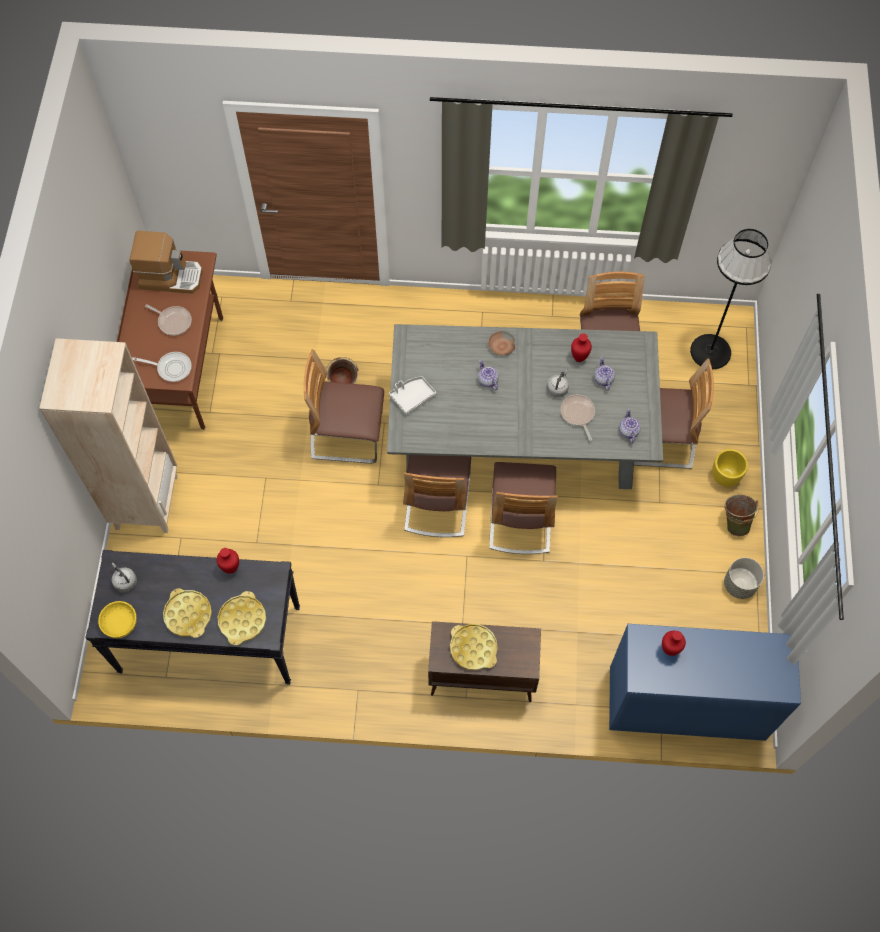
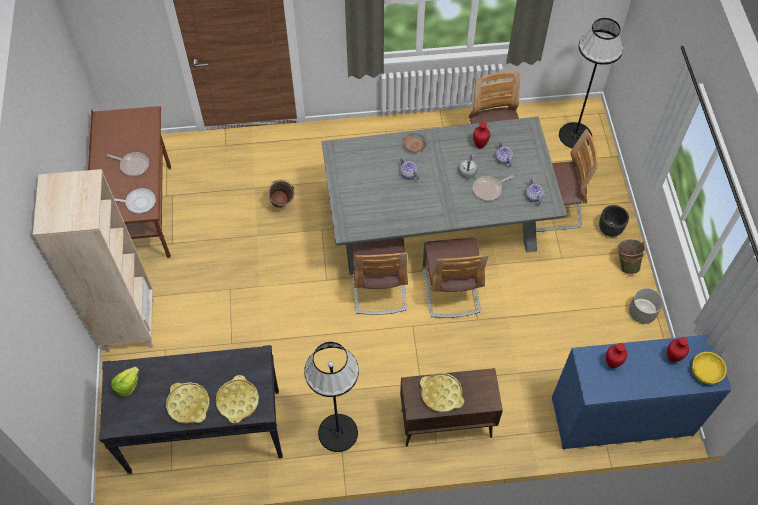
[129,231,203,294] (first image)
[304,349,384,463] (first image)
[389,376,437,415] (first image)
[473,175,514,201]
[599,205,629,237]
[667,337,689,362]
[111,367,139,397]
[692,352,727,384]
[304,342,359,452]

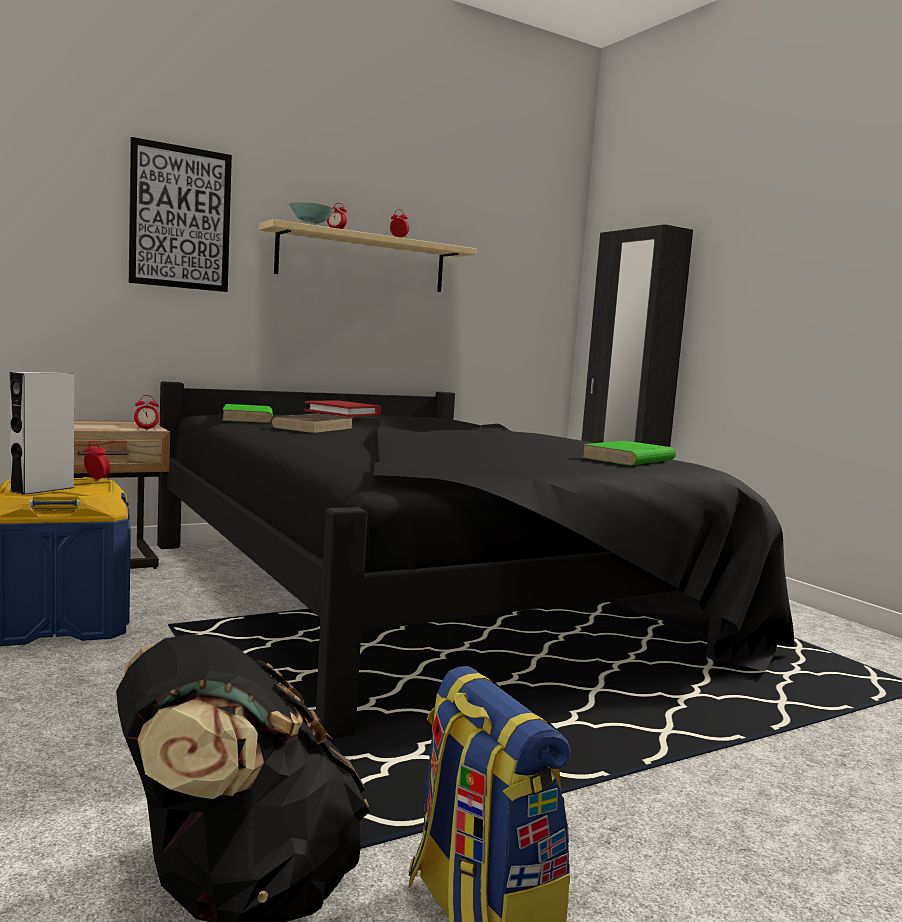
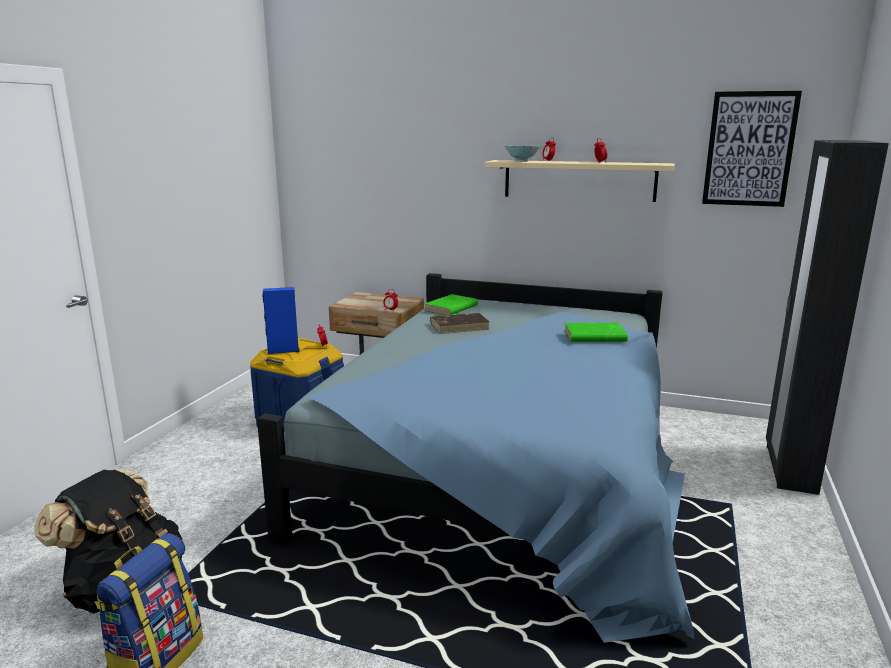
[702,91,802,207]
[263,287,299,354]
[257,273,695,643]
[304,400,381,417] (first image)
[564,323,628,342]

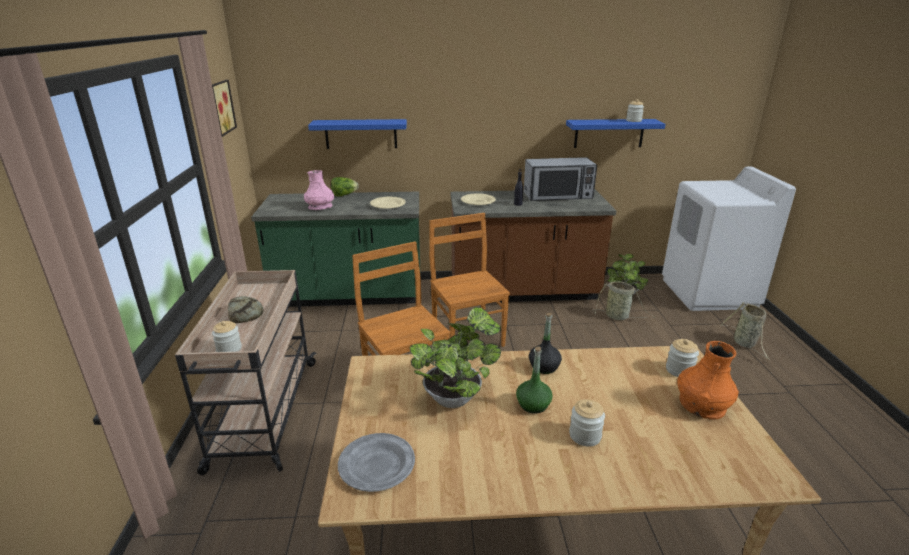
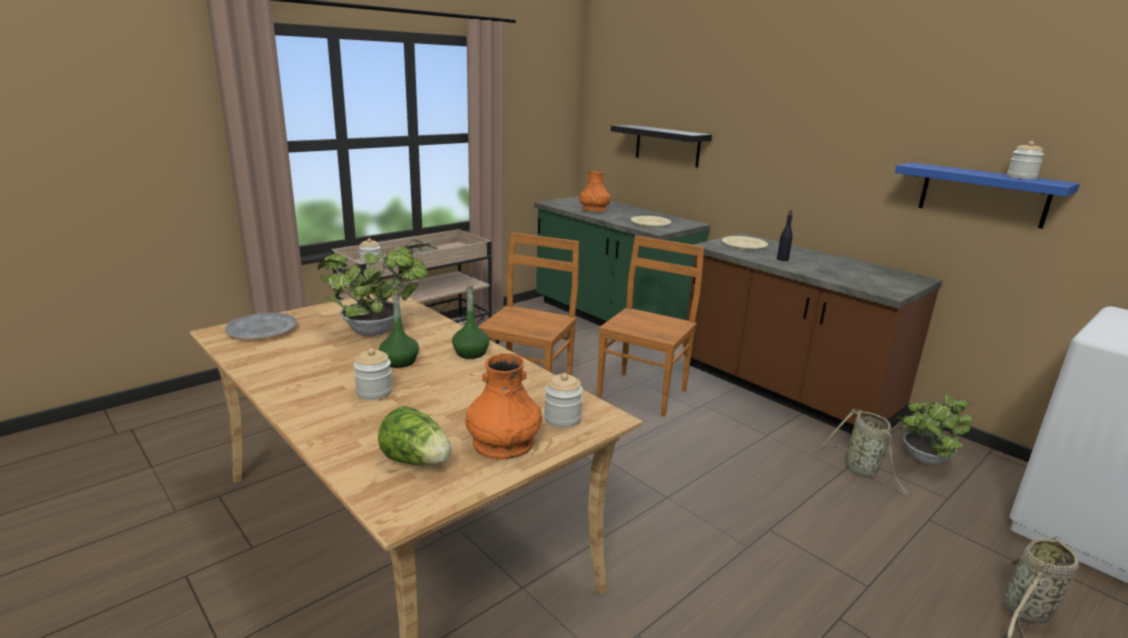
[212,80,237,137] (first image)
[611,125,712,168]
[524,157,597,201] (first image)
[579,171,611,212]
[378,406,452,466]
[452,286,490,359]

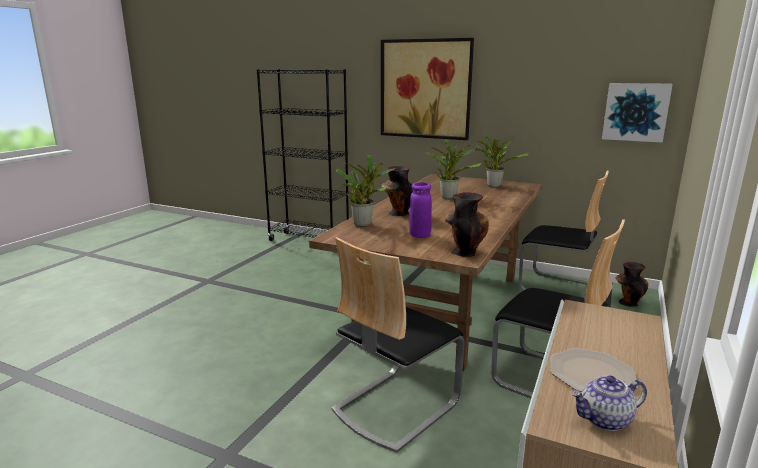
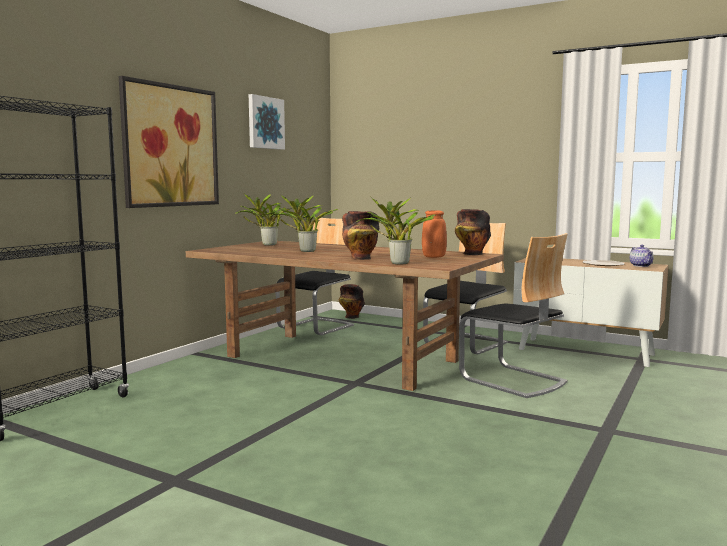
[249,94,285,150]
[422,211,447,258]

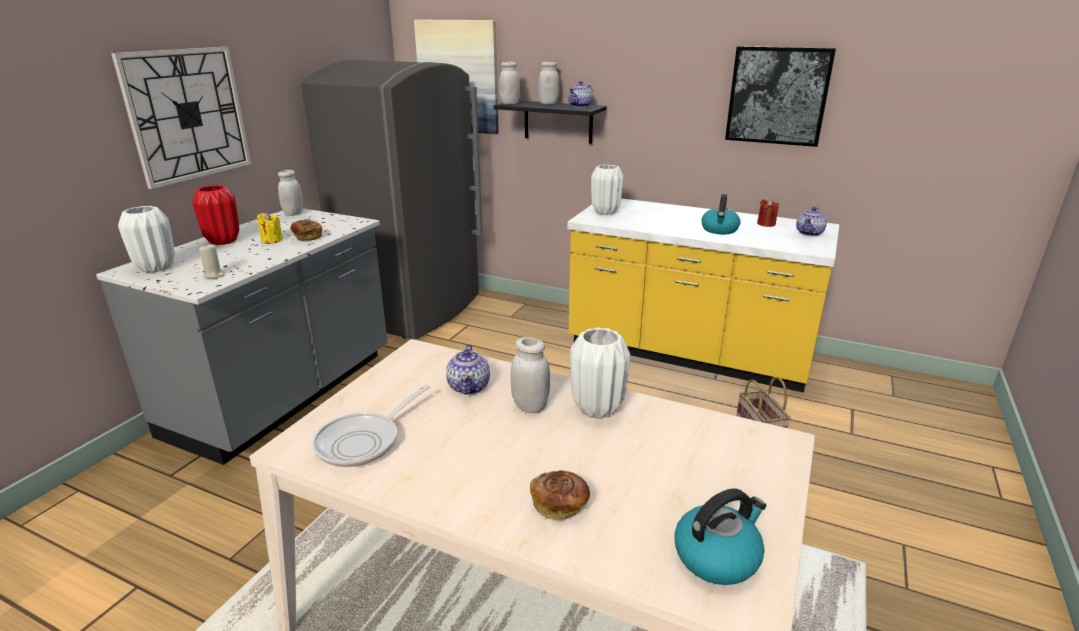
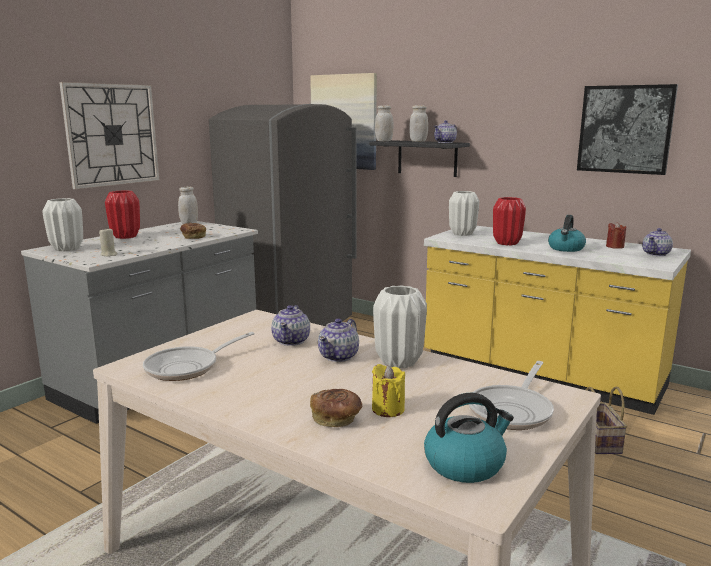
[372,364,405,417]
[318,318,359,362]
[493,197,526,245]
[469,361,554,430]

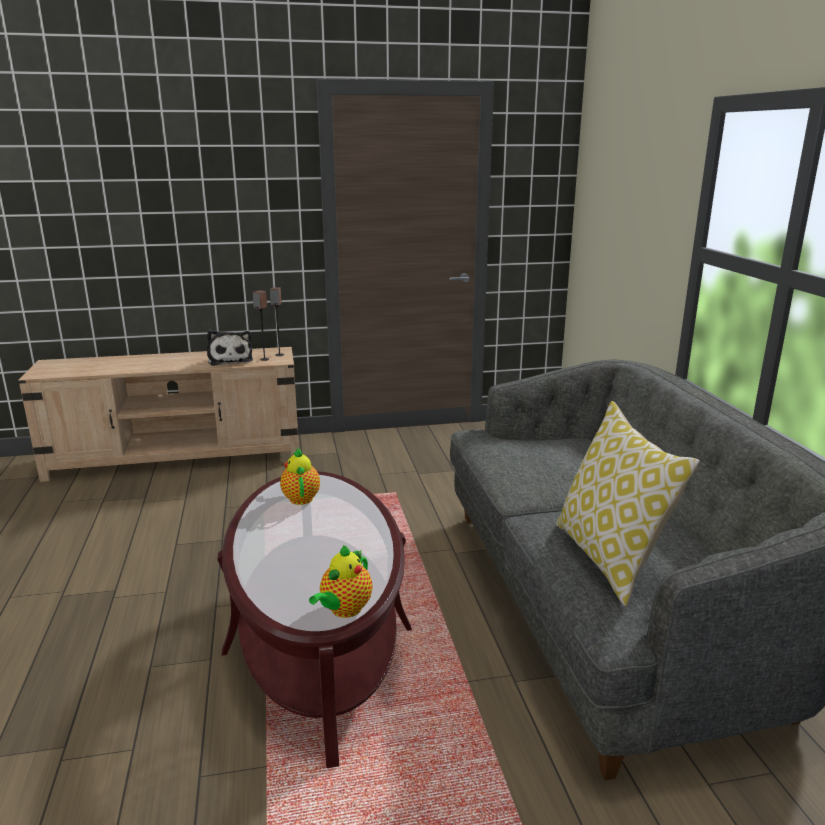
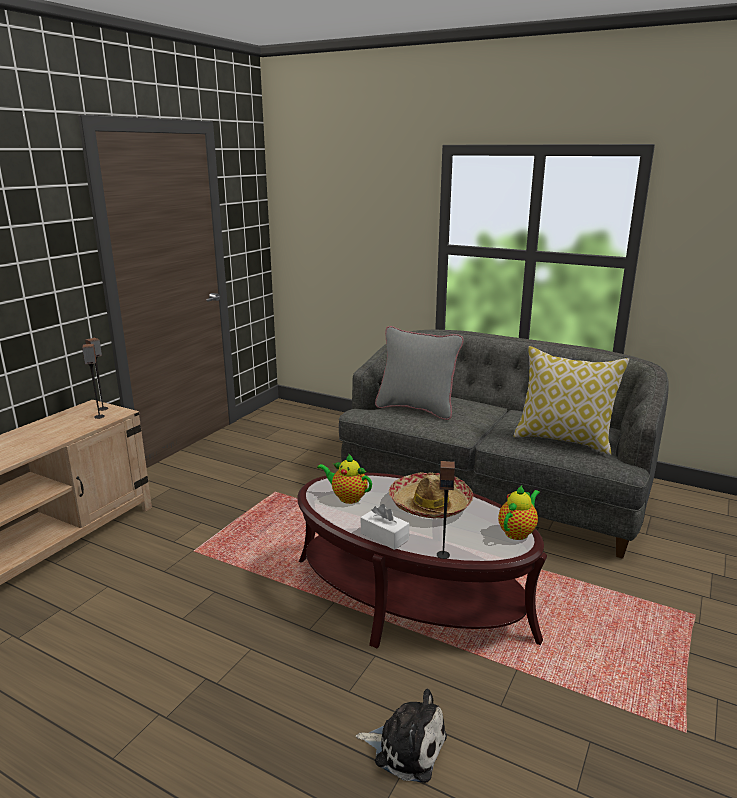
[356,689,447,783]
[498,485,540,540]
[375,326,464,420]
[437,461,455,559]
[389,472,473,518]
[361,504,409,550]

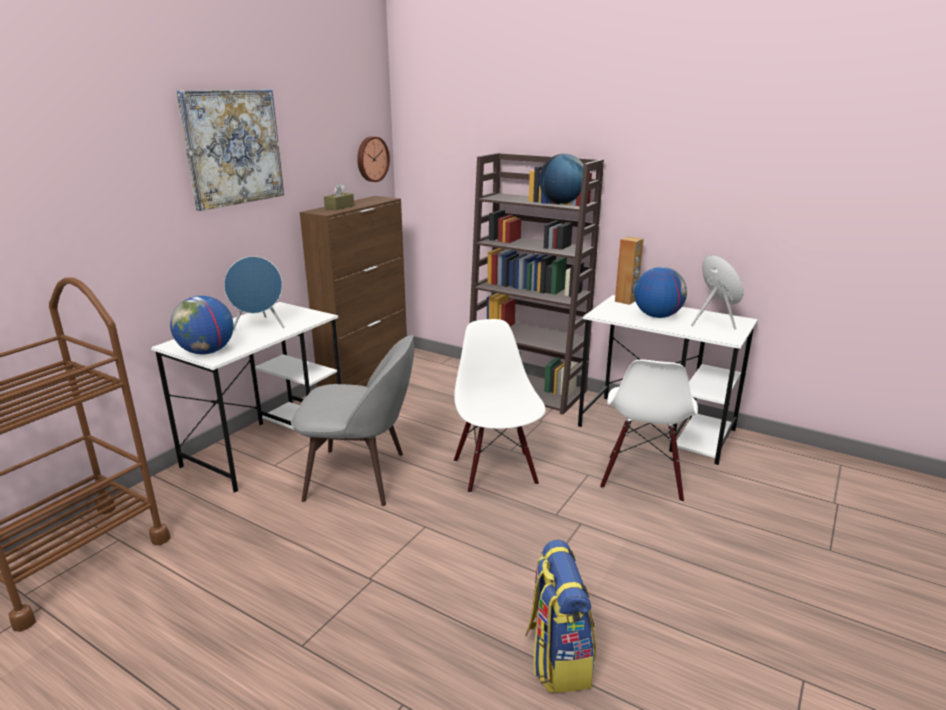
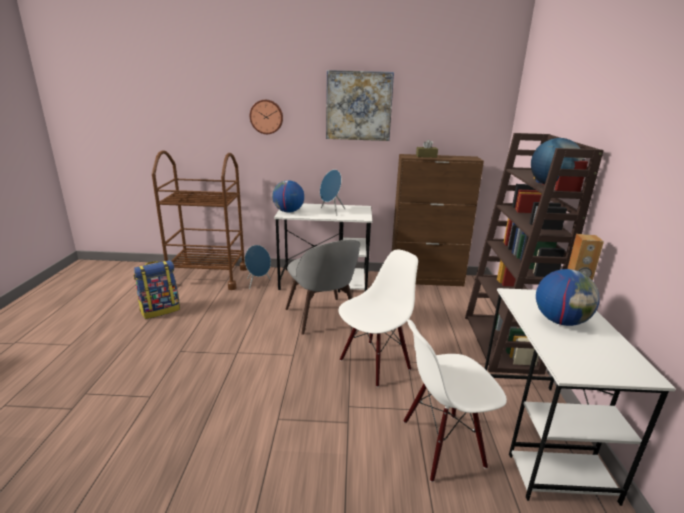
[250,100,283,134]
[245,245,271,289]
[134,260,180,319]

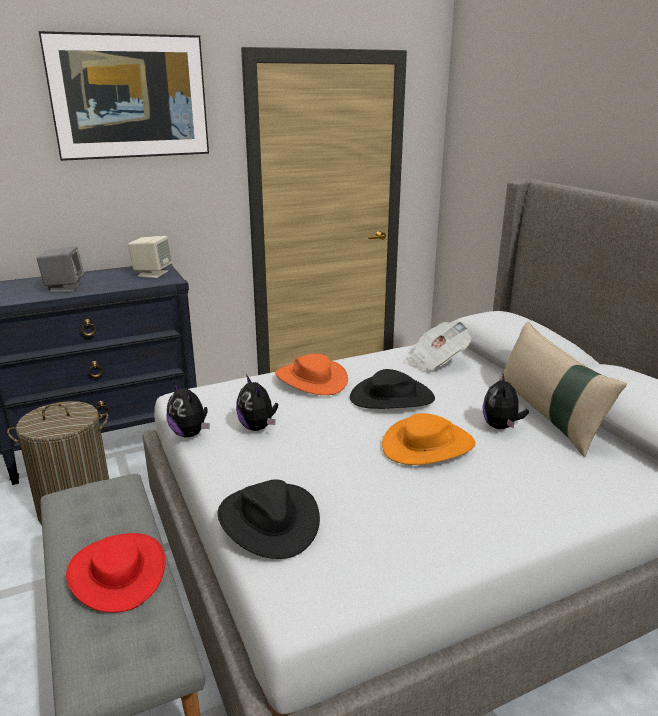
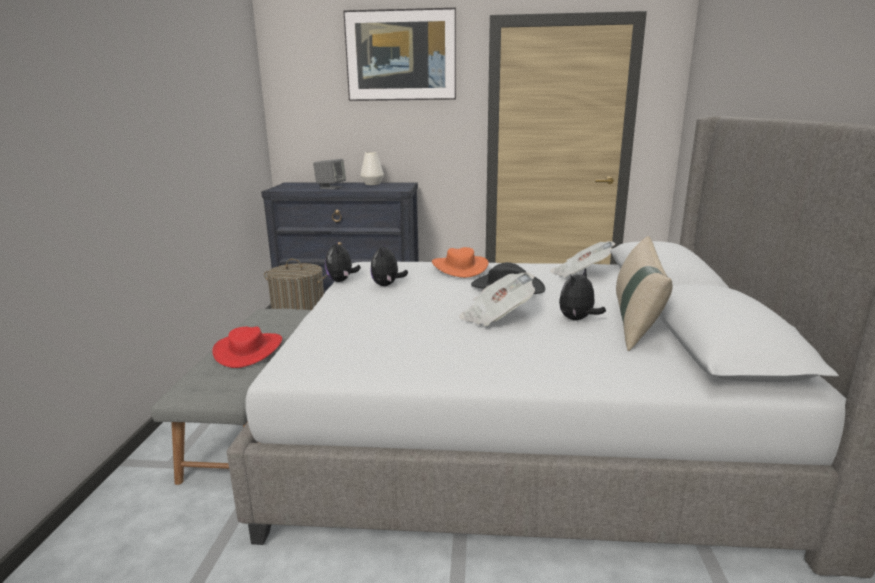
[128,236,172,278] (first image)
[460,272,535,326]
[217,479,320,559] (first image)
[360,152,384,185]

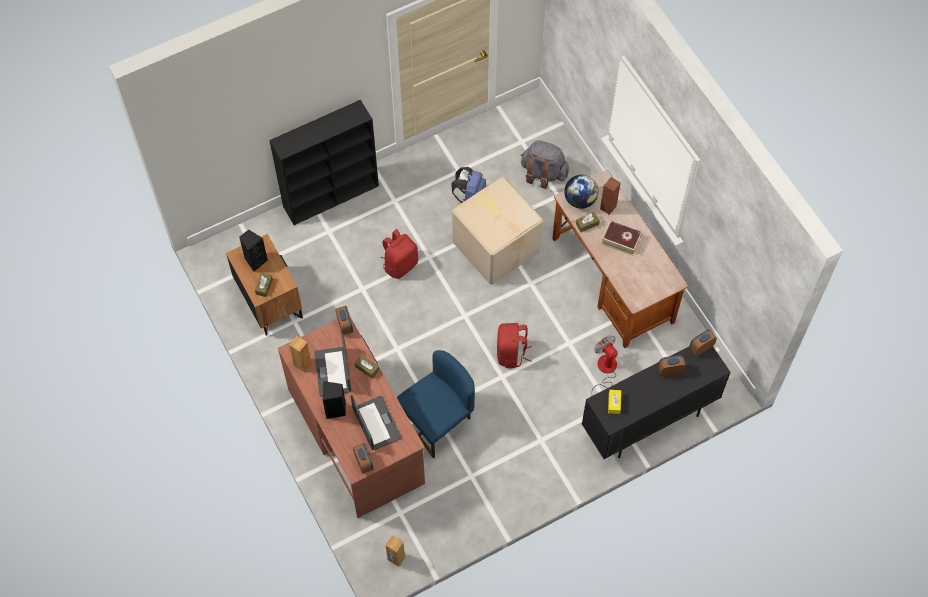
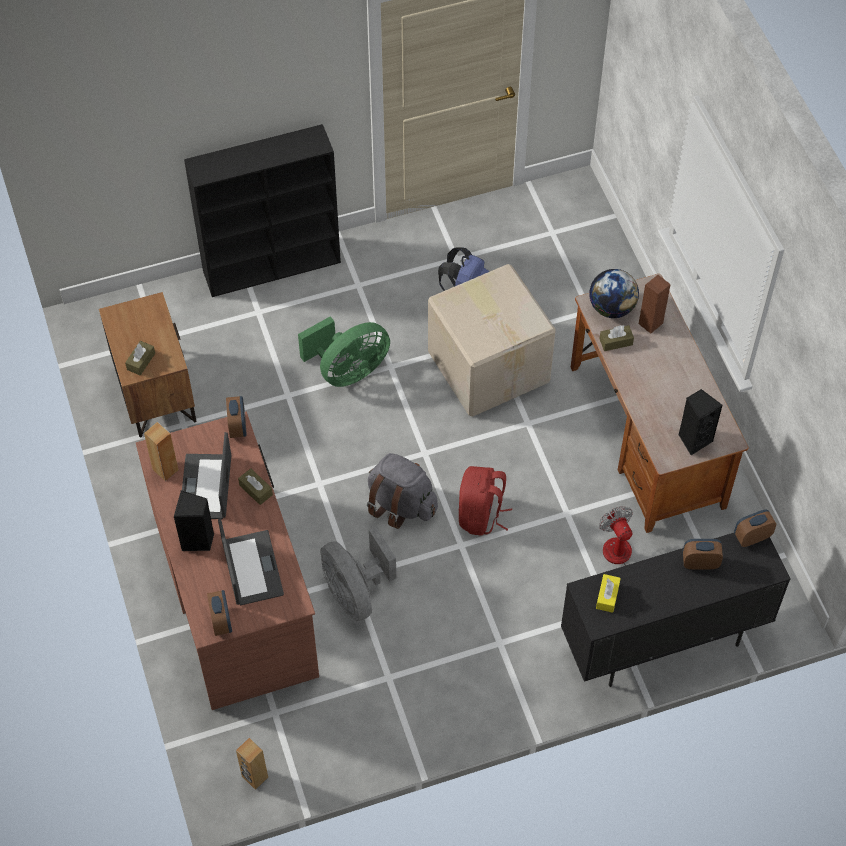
[367,453,438,529]
[601,220,642,256] (first image)
[298,316,390,387]
[678,389,722,455]
[320,526,396,621]

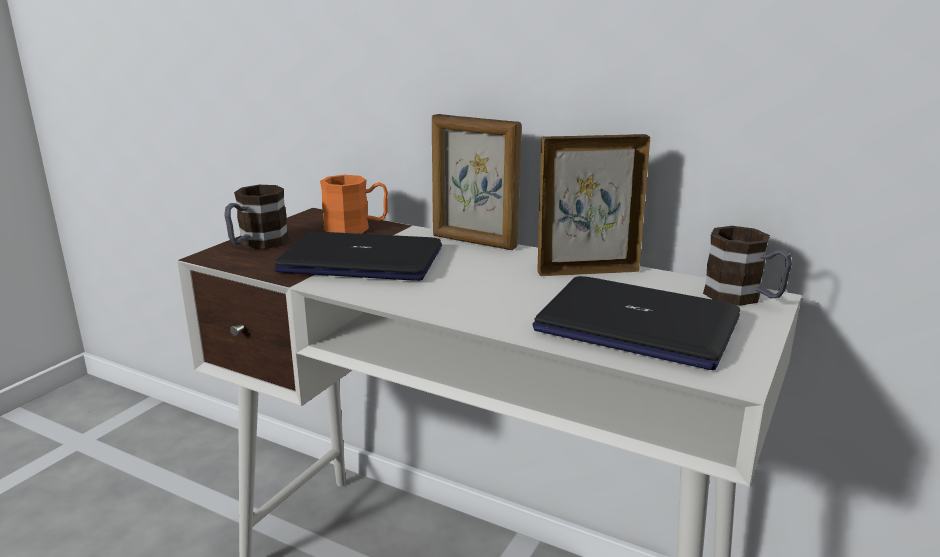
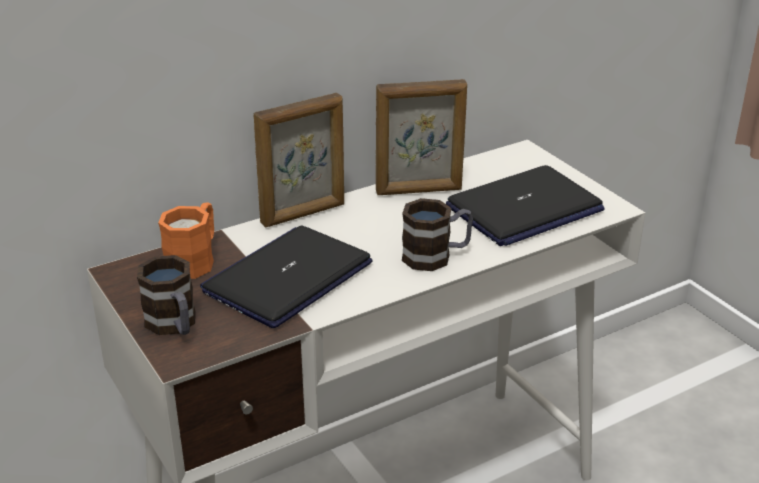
[376,79,467,195]
[402,198,473,271]

